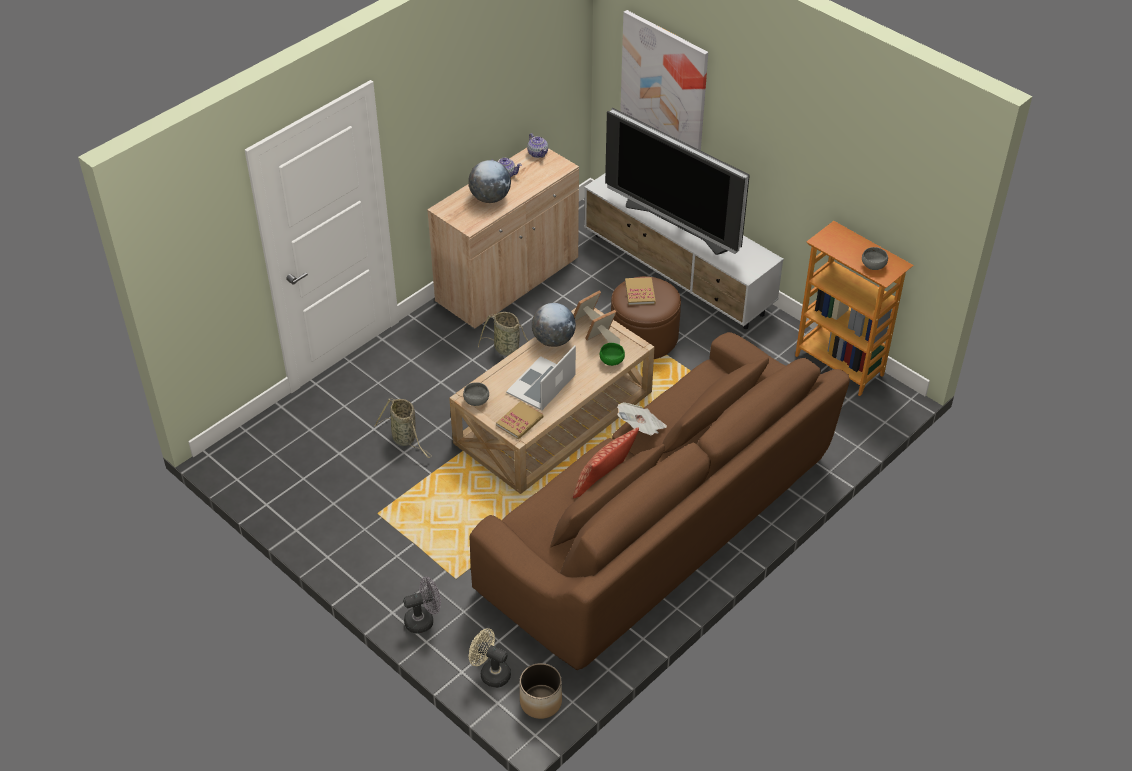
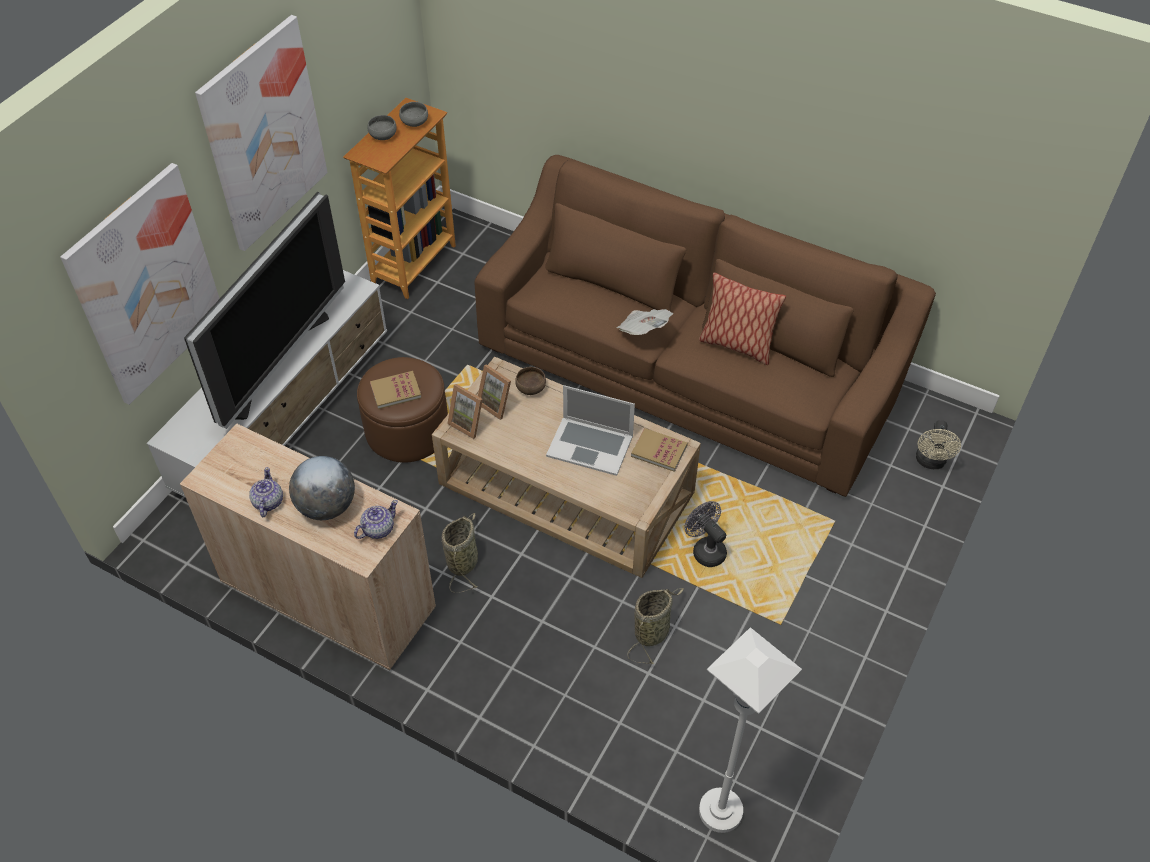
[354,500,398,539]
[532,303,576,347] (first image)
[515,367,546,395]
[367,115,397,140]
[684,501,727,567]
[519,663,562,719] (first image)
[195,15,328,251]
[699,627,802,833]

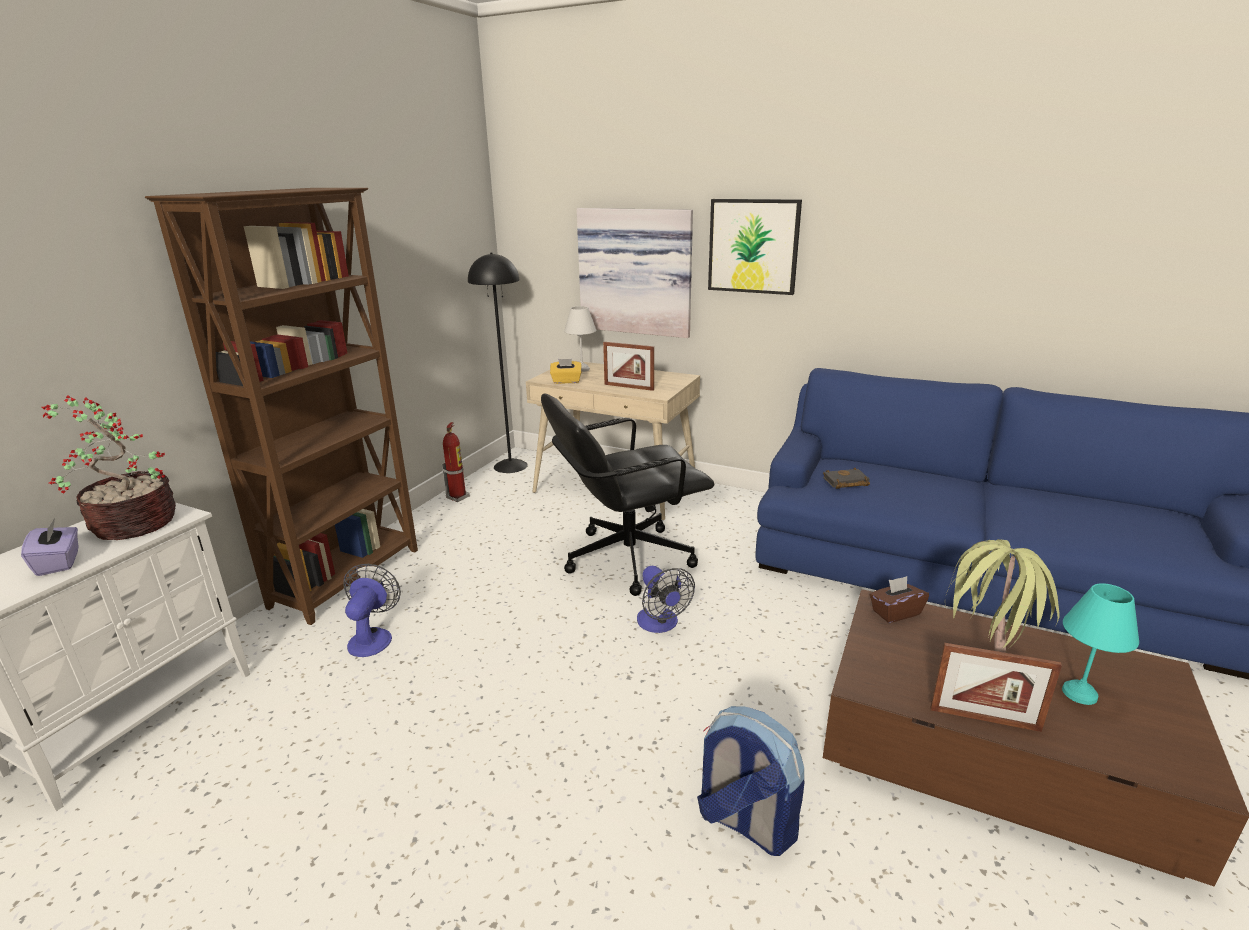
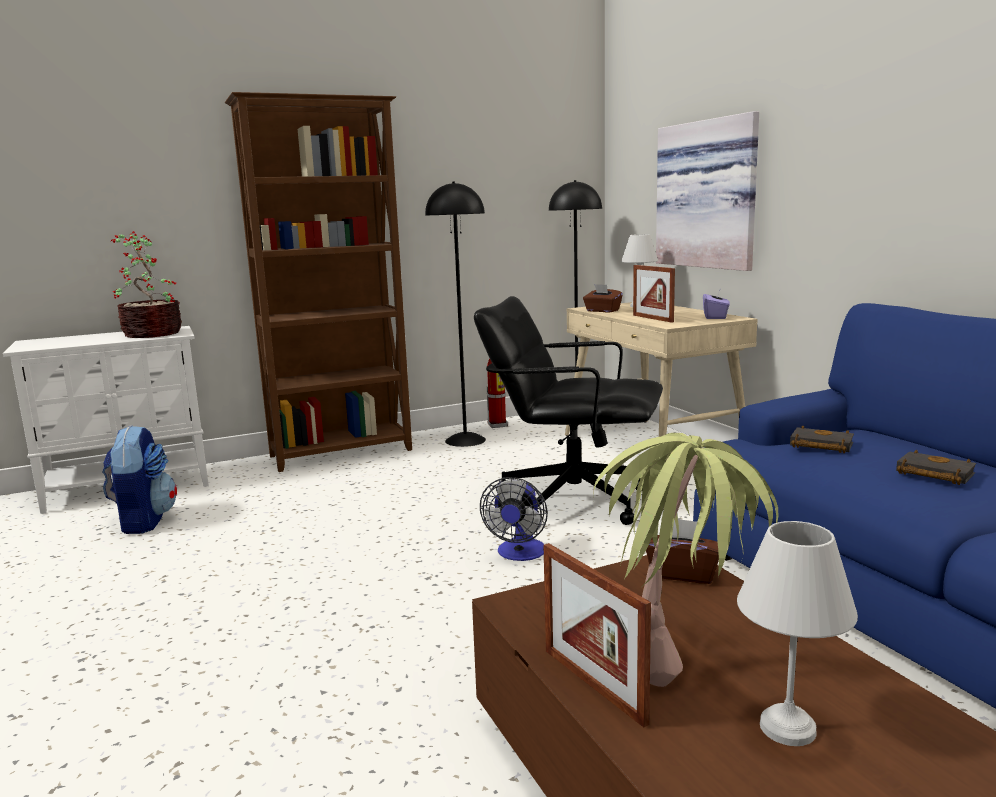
[708,199,802,295] (first image)
[583,284,623,312]
[703,288,730,319]
[343,564,401,657] (first image)
[737,521,858,746]
[102,425,177,534]
[425,182,486,447]
[896,450,976,485]

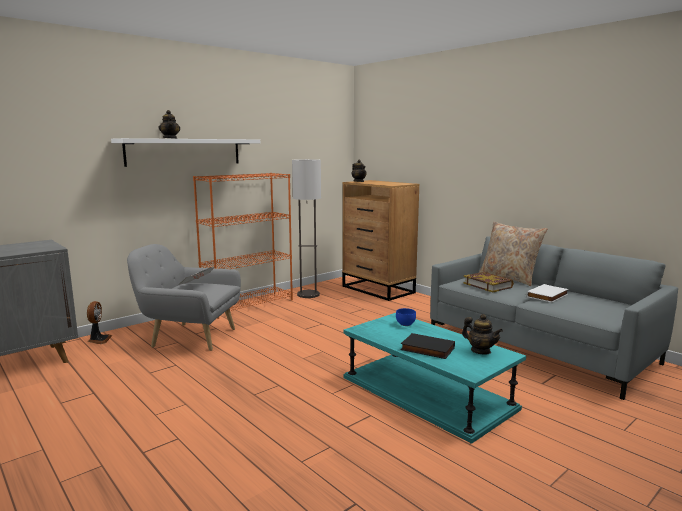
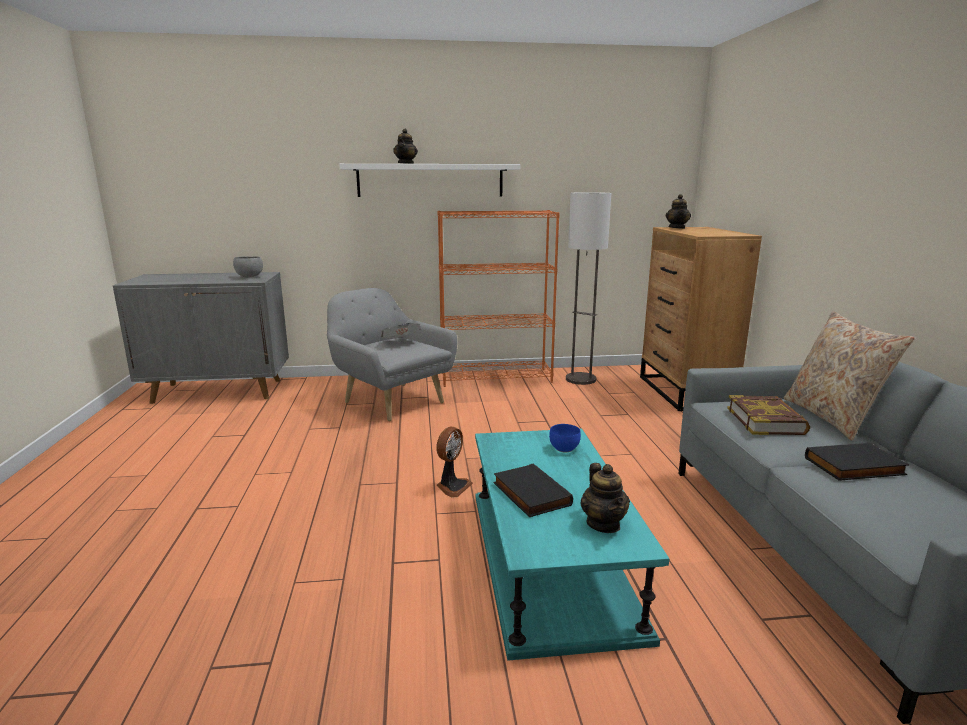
[805,443,909,481]
[436,427,473,497]
[233,256,263,277]

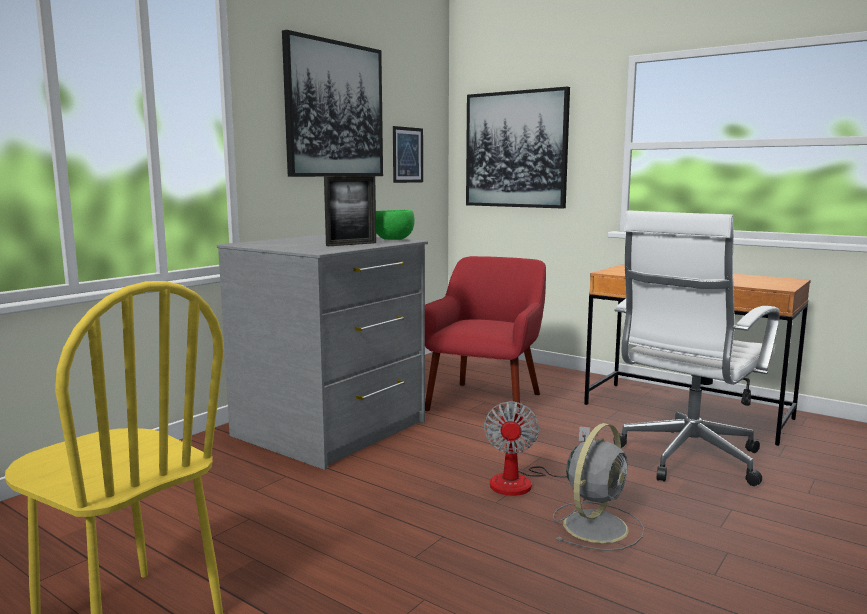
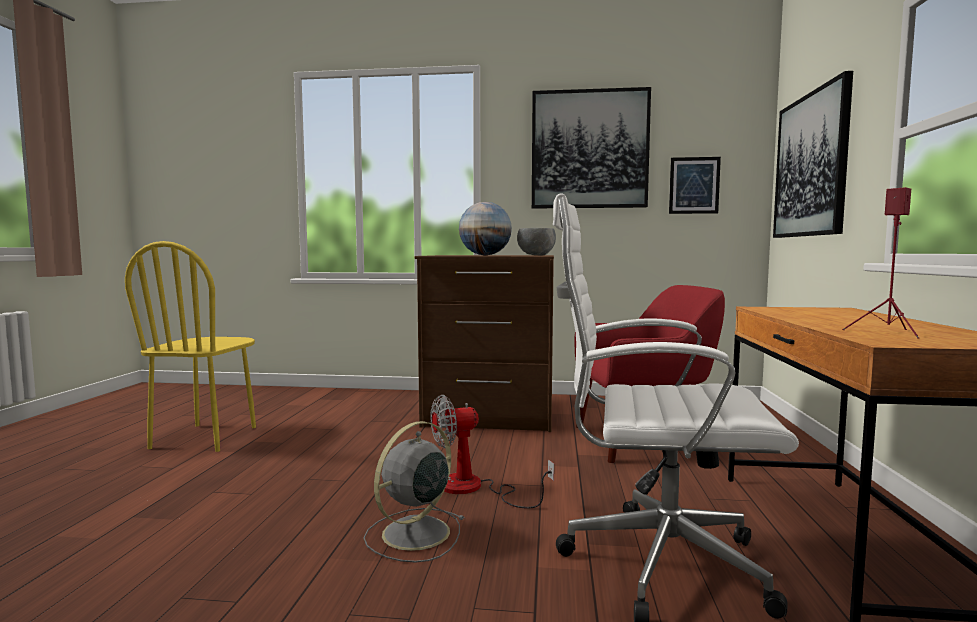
[459,202,512,255]
[517,228,556,256]
[415,255,554,432]
[364,421,465,563]
[842,187,920,339]

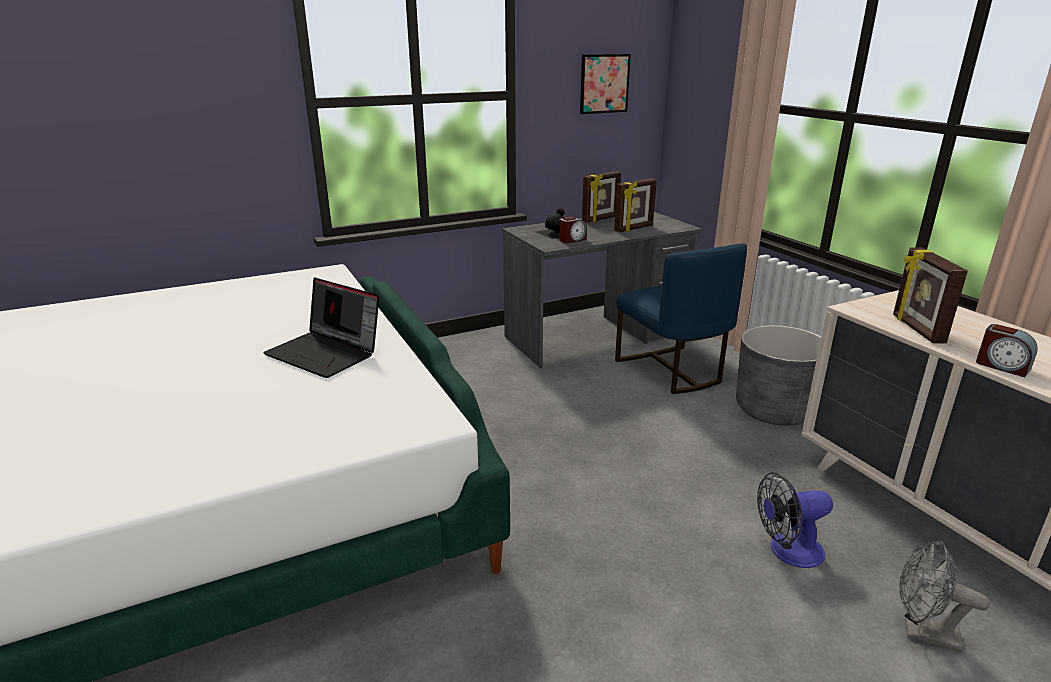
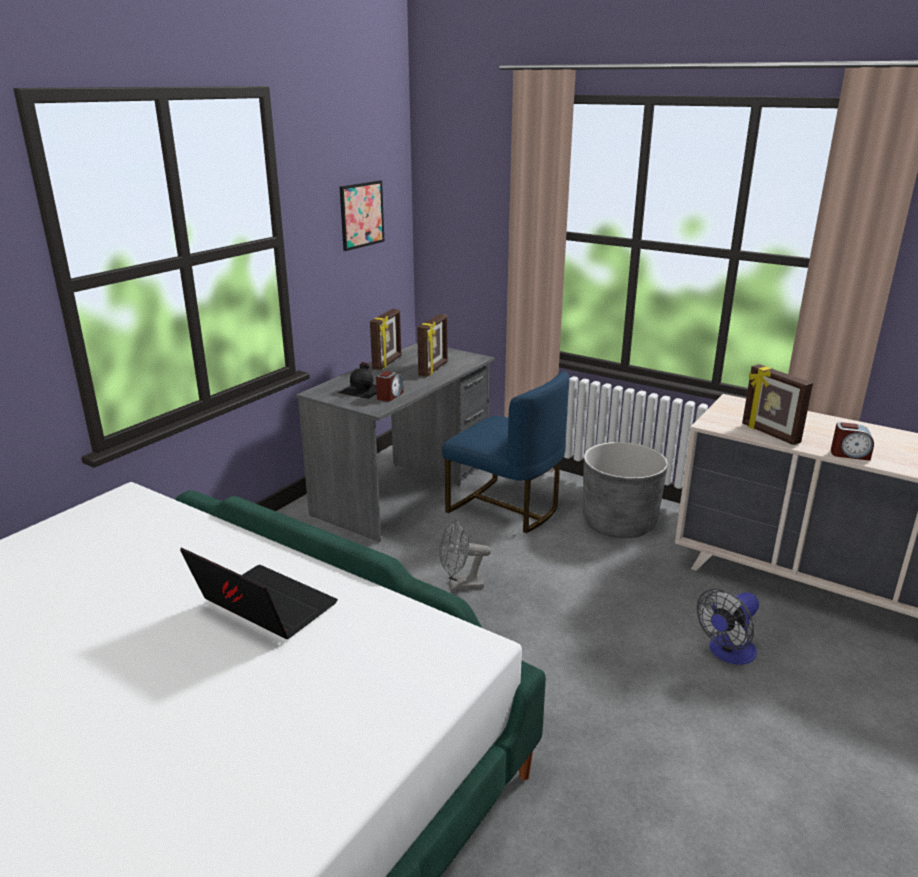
[180,548,338,639]
[439,519,491,591]

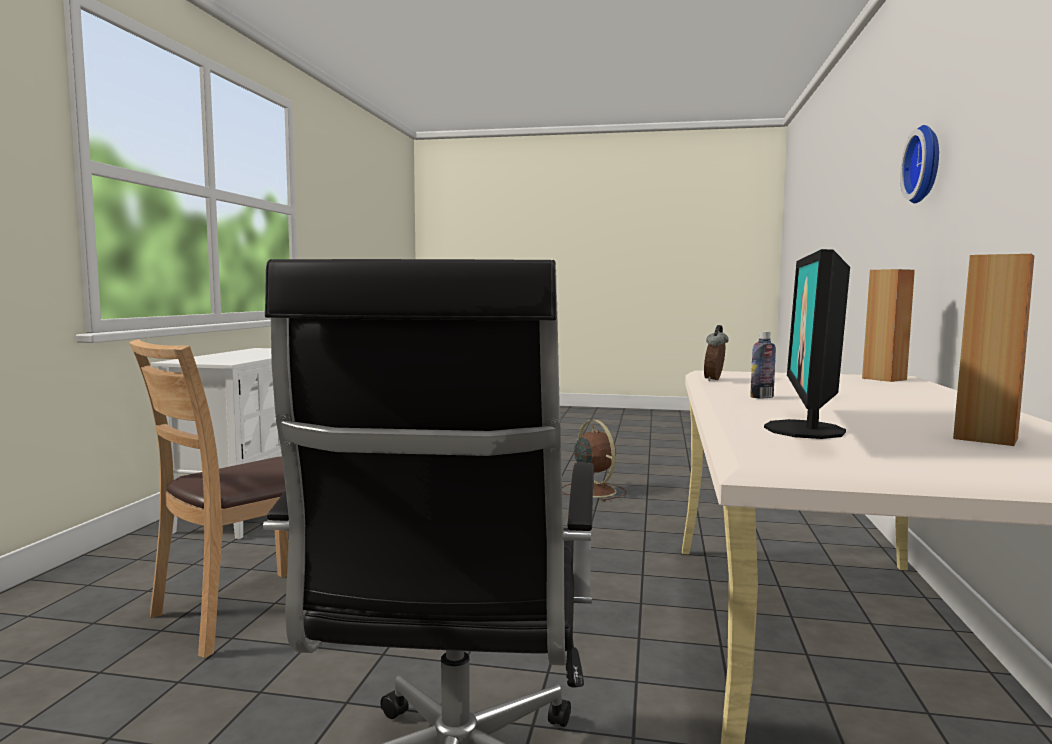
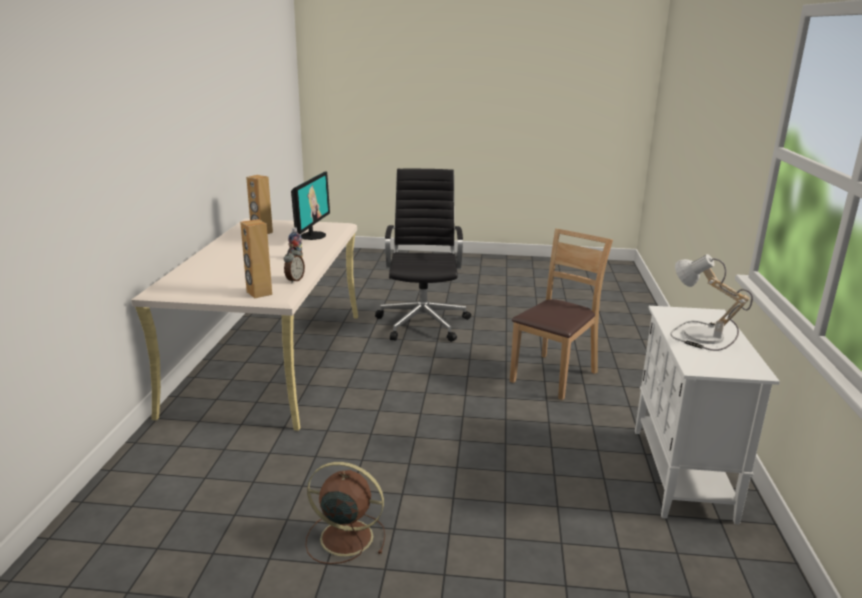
[900,125,939,203] (first image)
[240,219,272,298]
[305,462,385,564]
[670,254,753,351]

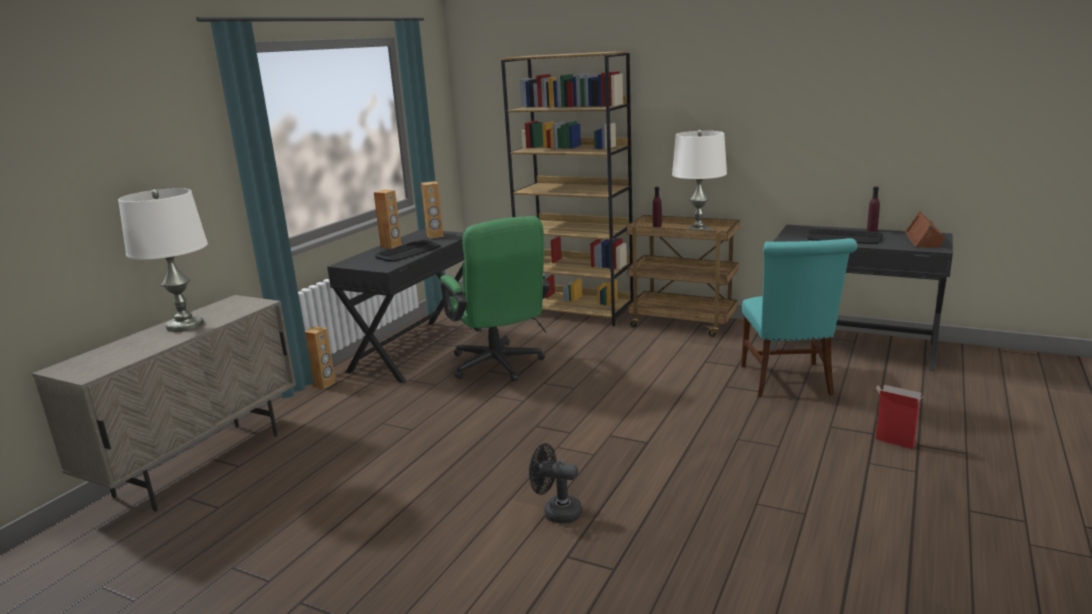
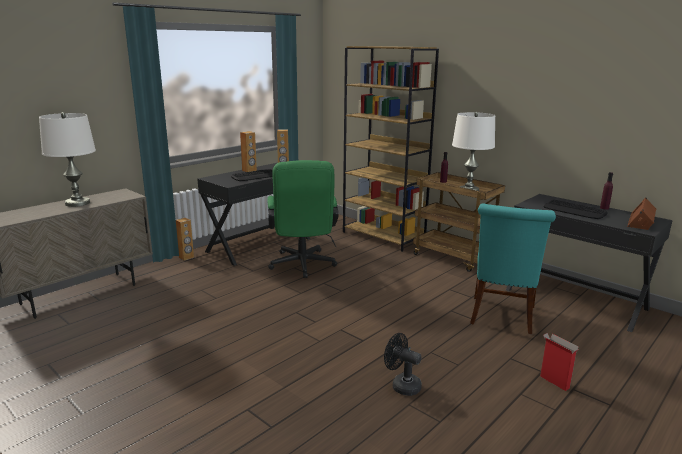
[384,333,422,396]

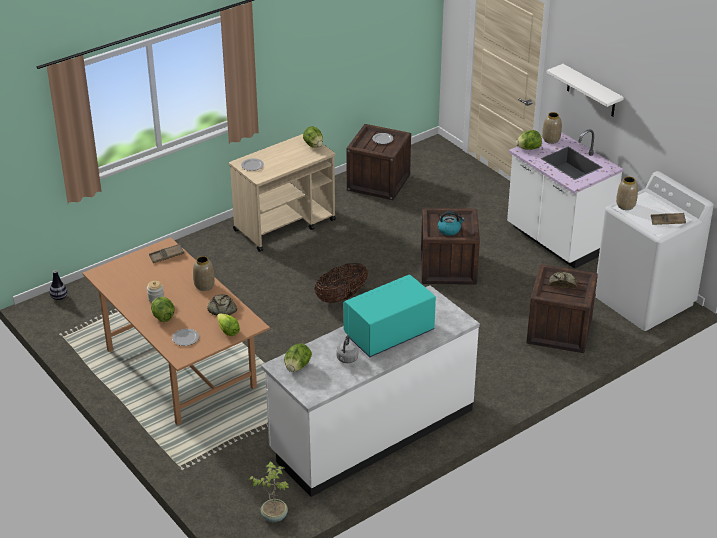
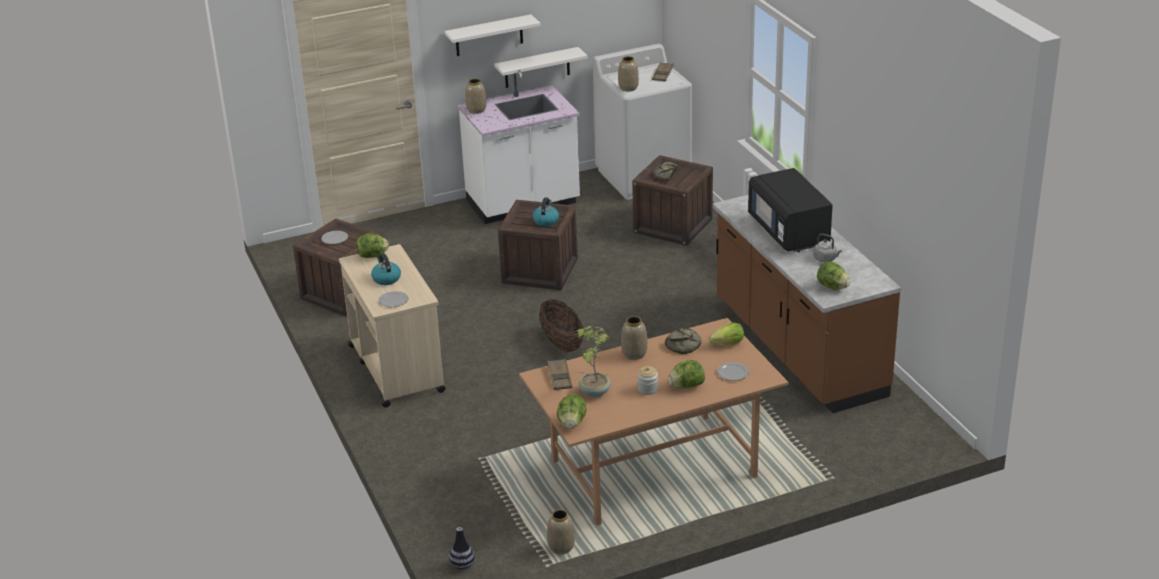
[557,394,586,429]
[748,168,833,252]
[713,195,901,413]
[577,326,610,398]
[494,47,588,88]
[371,253,401,285]
[547,509,575,554]

